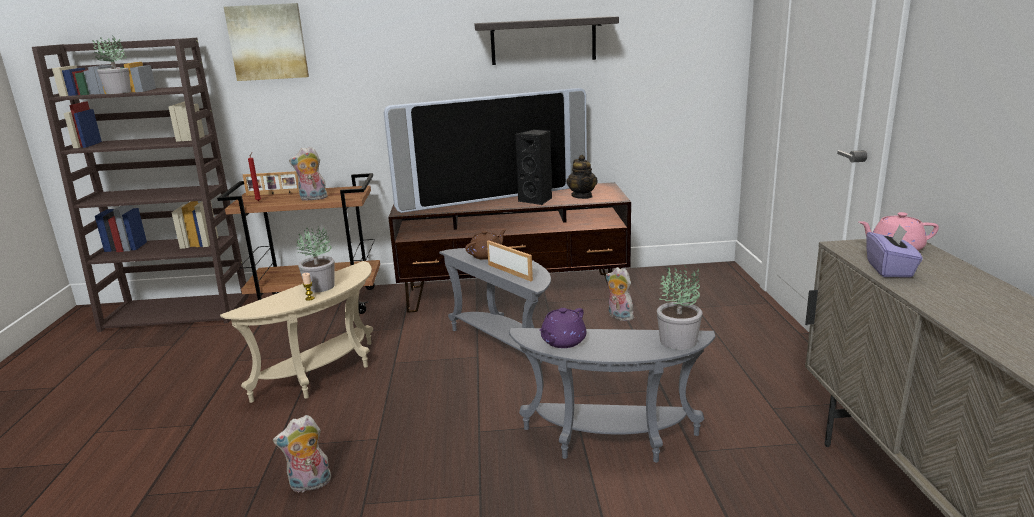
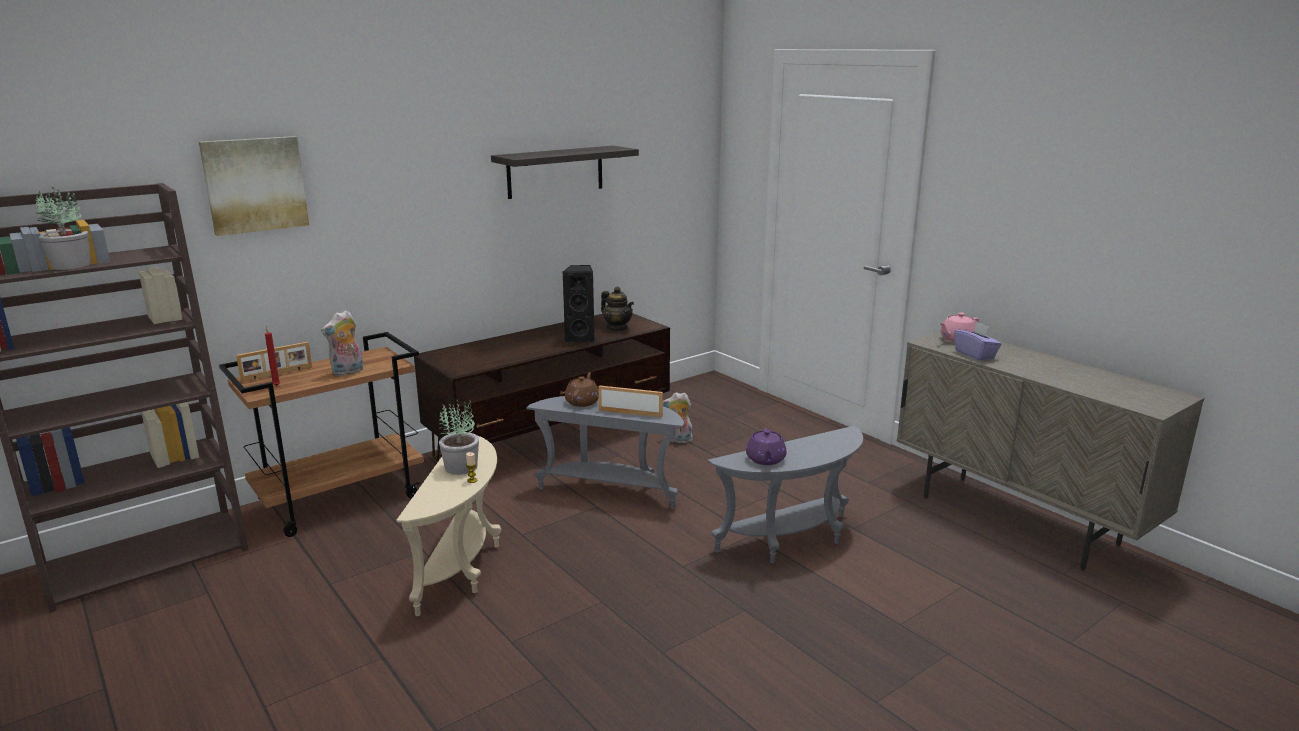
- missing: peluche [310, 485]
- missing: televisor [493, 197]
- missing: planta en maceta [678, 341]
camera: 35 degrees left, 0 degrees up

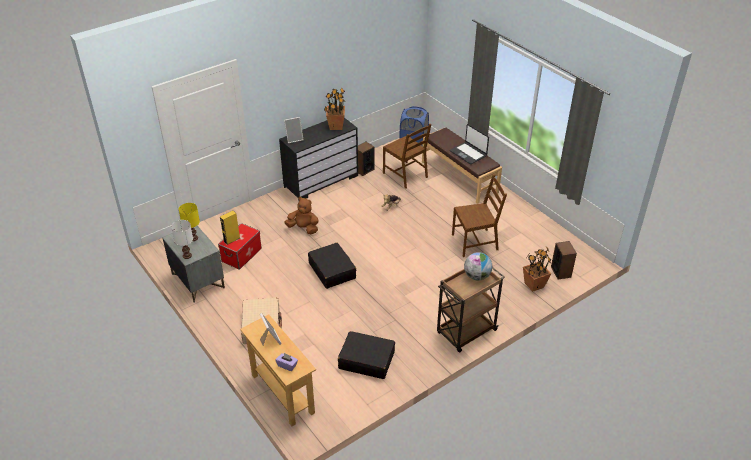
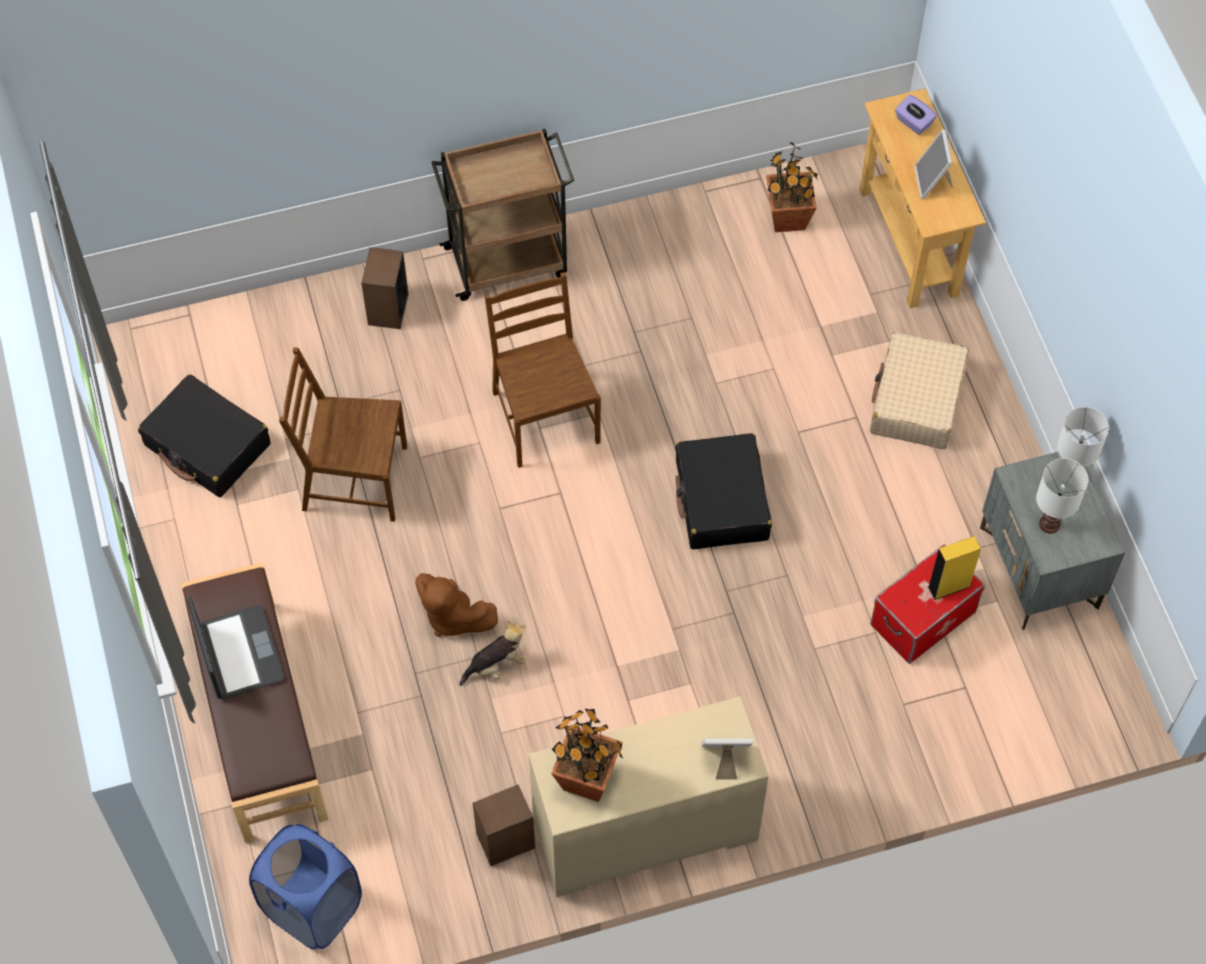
- missing: globo terráqueo [477, 276]
- relocated: peluche/marrón [303, 228] to [452, 616]
- relocated: maleta/negro [366, 360] to [207, 445]
- relocated: silla/marrón [406, 175] to [544, 417]
- relocated: planta en maceta [533, 285] to [788, 219]
- relocated: altavoz [561, 272] to [387, 309]
- colour: lámpara de mesa/amarillo [194, 238] to lámpara de mesa/blanco [1049, 523]
- colour: cómoda/negro [321, 181] to cómoda/beis [645, 832]
camera: 160 degrees left, 20 degrees up

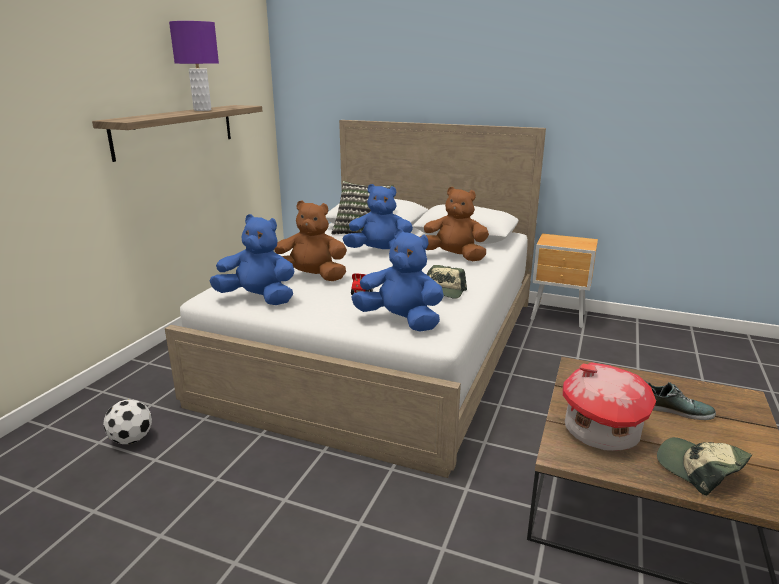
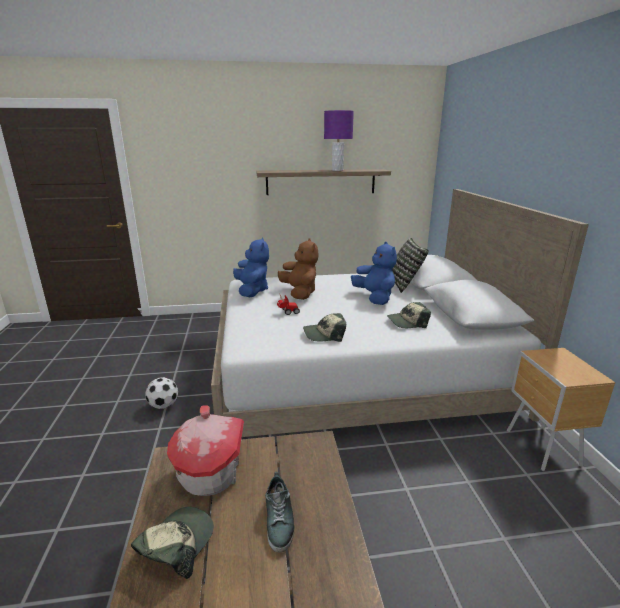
- missing: peluche/azul [400, 321]
- relocated: balón de fútbol [131, 439] to [164, 405]
- exchanged: peluche/marrón [454, 257] to gorra [407, 322]
camera: 60 degrees right, 0 degrees up

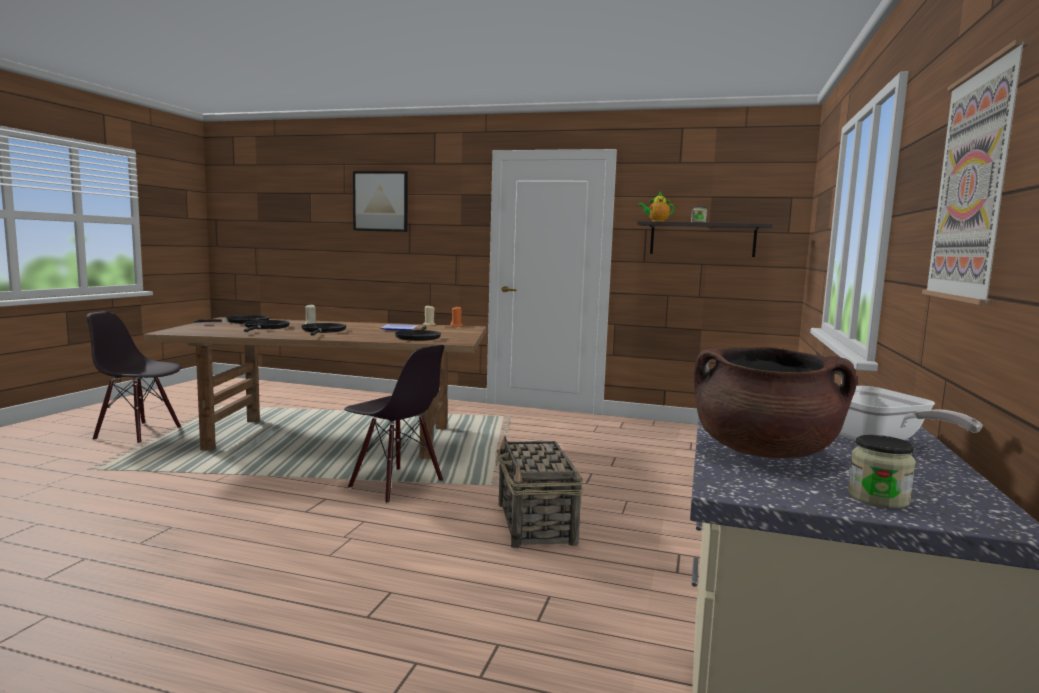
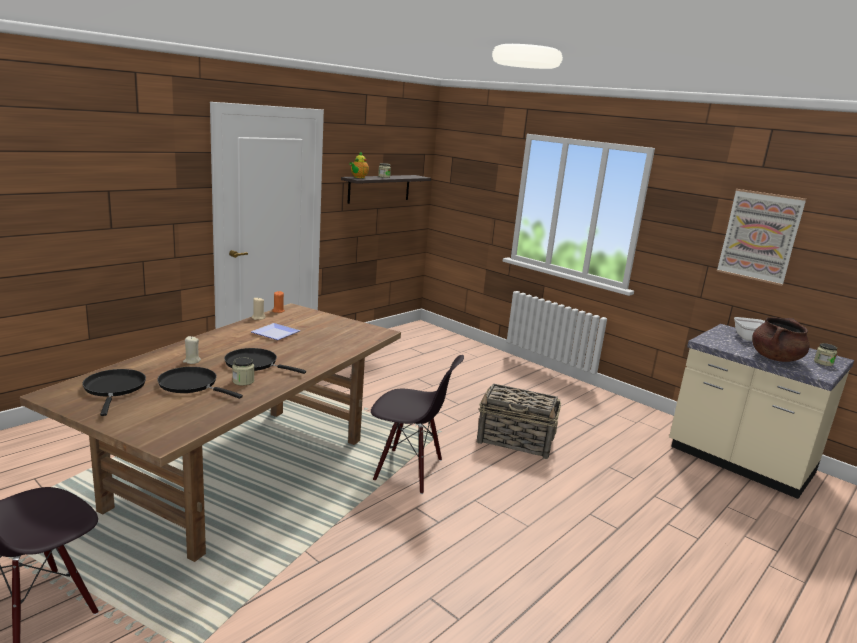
- missing: cuadro [380, 201]
- missing: sartén/negro [418, 338]
- appeared: tarro [243, 381]
- spun: silla/negro [395, 485] = [408, 470] 45 degrees clockwise
camera: 65 degrees left, 10 degrees up

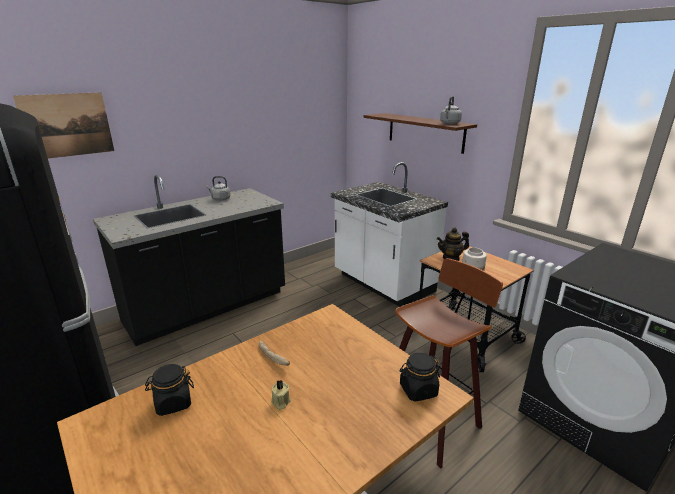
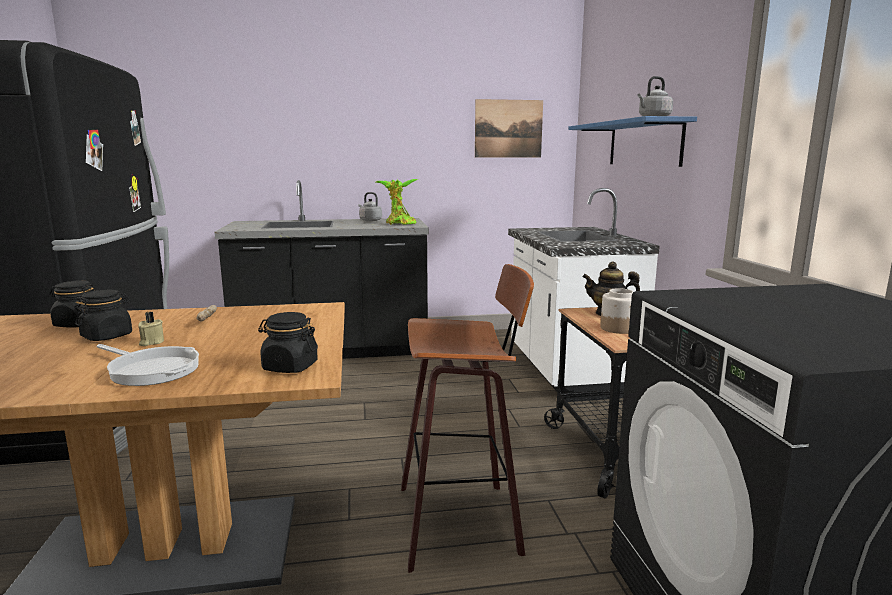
- appeared: tarro/negro [107, 336]
- appeared: sartén [151, 370]
- appeared: planta en maceta [399, 224]
- relocated: cuadro [67, 125] to [508, 128]
- colour: estante/marrón [425, 132] to estante/azul [644, 144]
camera: 30 degrees right, 10 degrees down

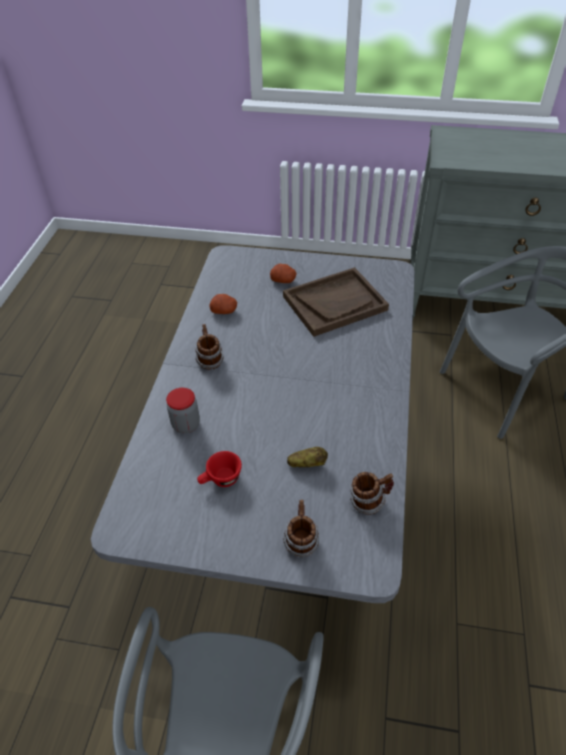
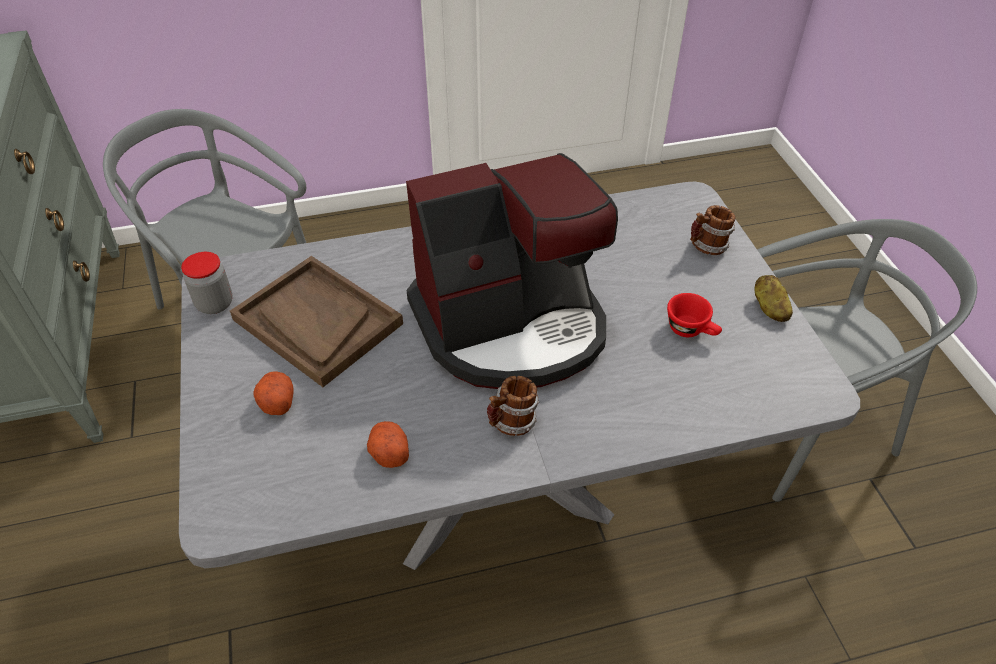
- missing: taza grande [369, 501]
- appeared: cafetera [512, 326]
- relocated: tarro [186, 424] to [215, 304]
- relocated: patata [307, 464] to [769, 308]
camera: 115 degrees left, 0 degrees up

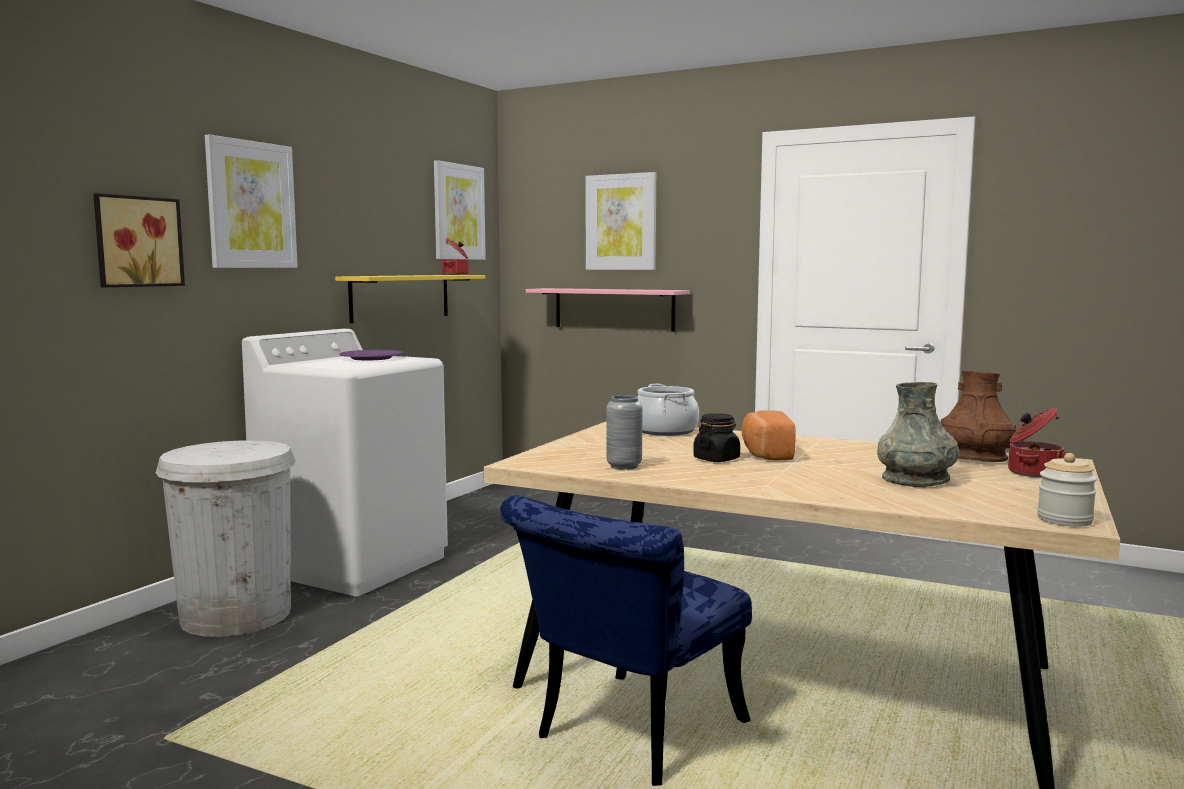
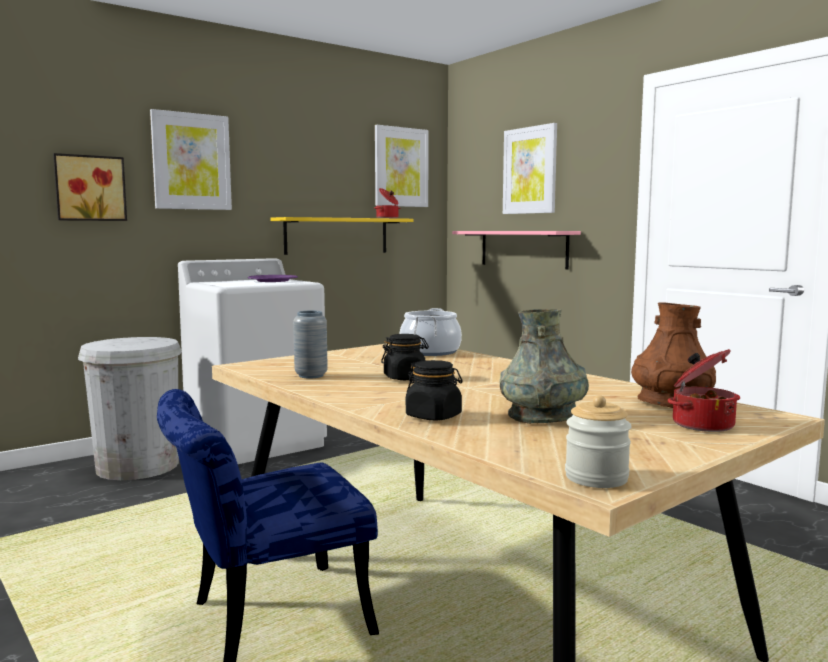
- missing: pan [765, 454]
- appeared: tarro/negro [434, 416]
camera: 25 degrees right, 0 degrees up

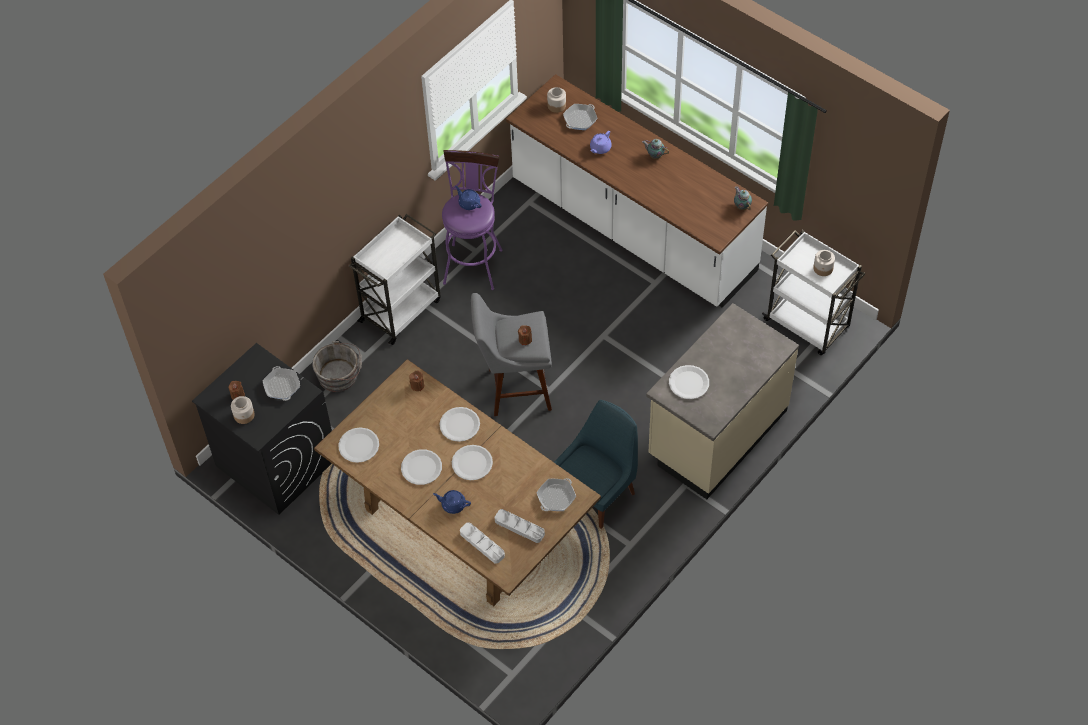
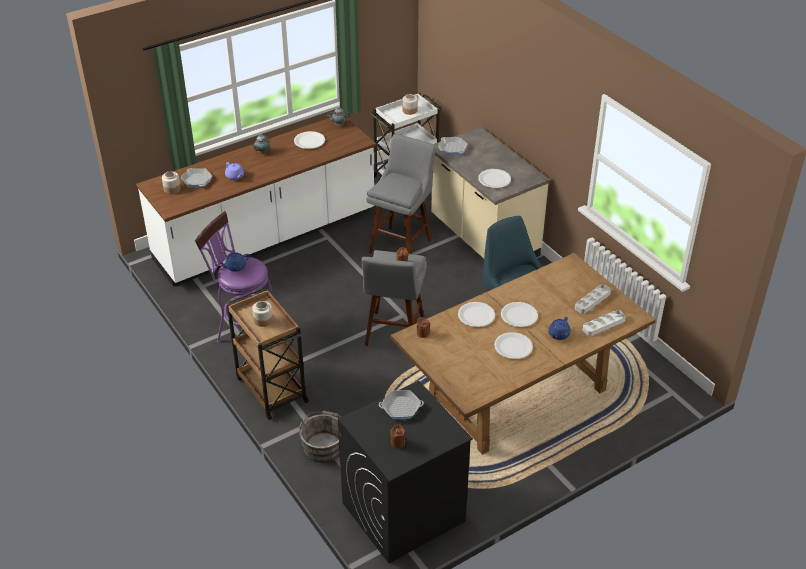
- appeared: taburete/gris [402, 244]
- relocated: tarro [244, 415] to [263, 320]
- relocated: plato/blanco [358, 445] to [309, 141]
- relocated: sartén [556, 497] to [452, 148]
- colour: carrito/blanco [401, 309] to carrito/marrón [271, 389]
camera: 75 degrees left, 15 degrees down

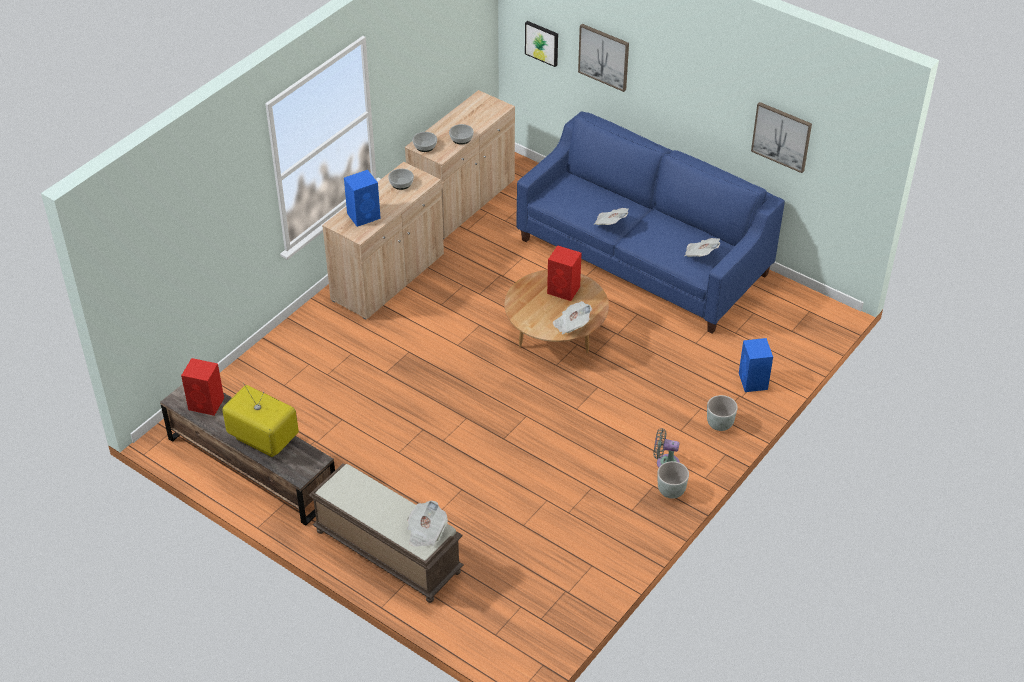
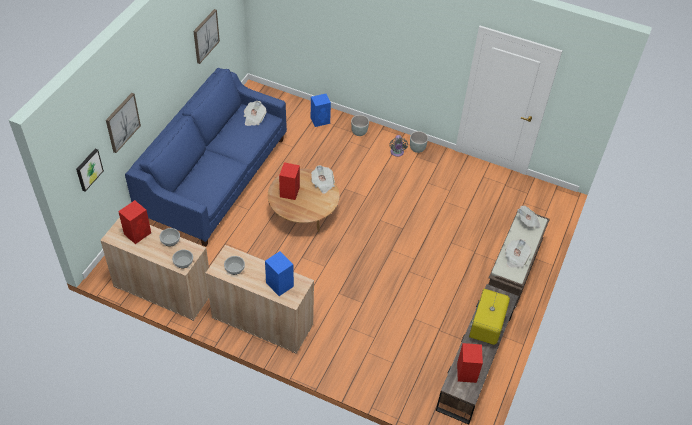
- appeared: altavoz/rojo [138, 233]
- relocated: periódico [610, 223] to [515, 258]
camera: 105 degrees left, 5 degrees up

